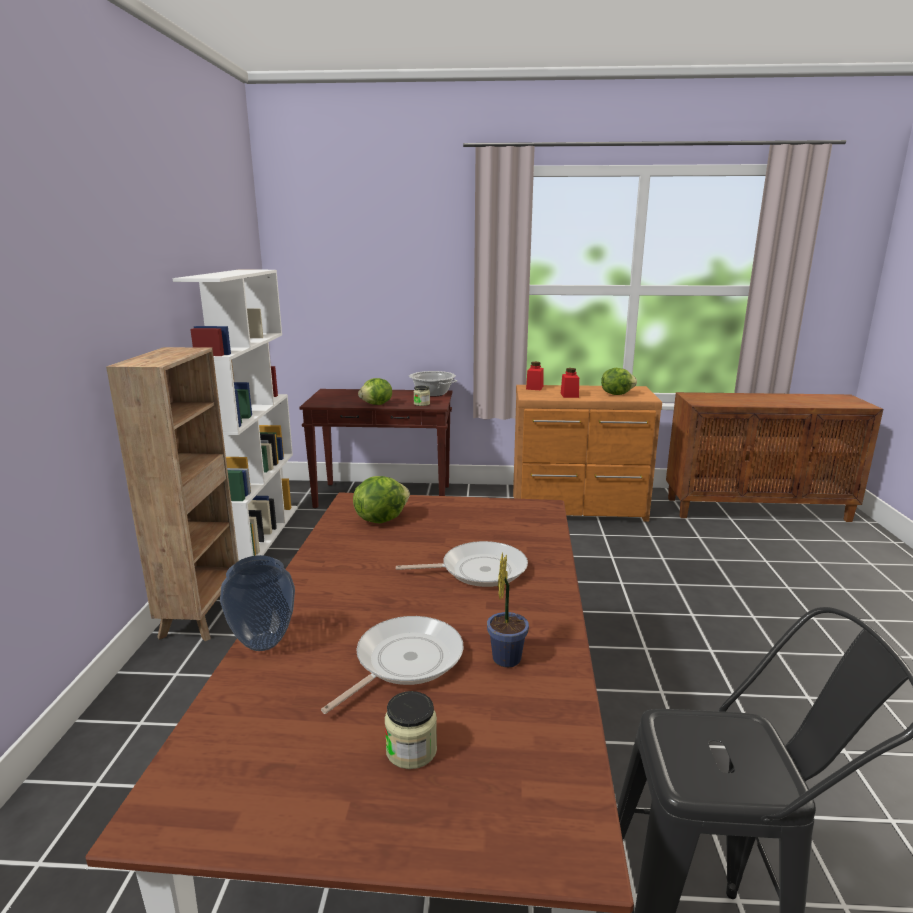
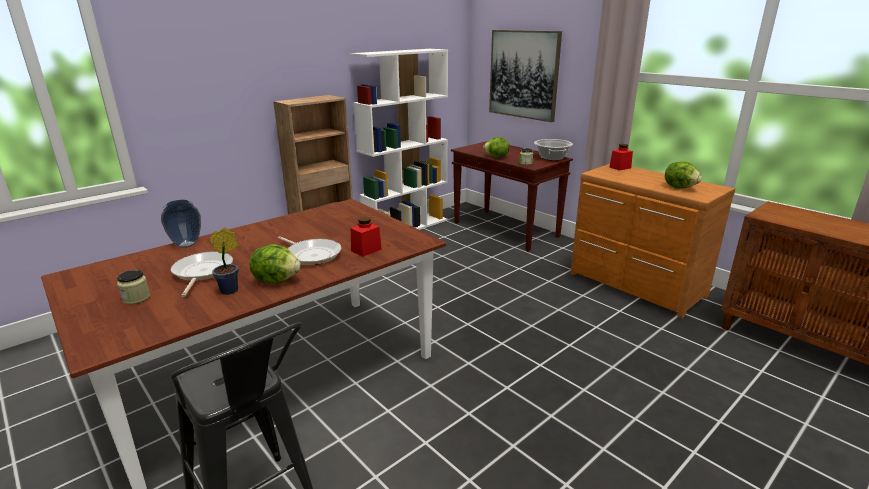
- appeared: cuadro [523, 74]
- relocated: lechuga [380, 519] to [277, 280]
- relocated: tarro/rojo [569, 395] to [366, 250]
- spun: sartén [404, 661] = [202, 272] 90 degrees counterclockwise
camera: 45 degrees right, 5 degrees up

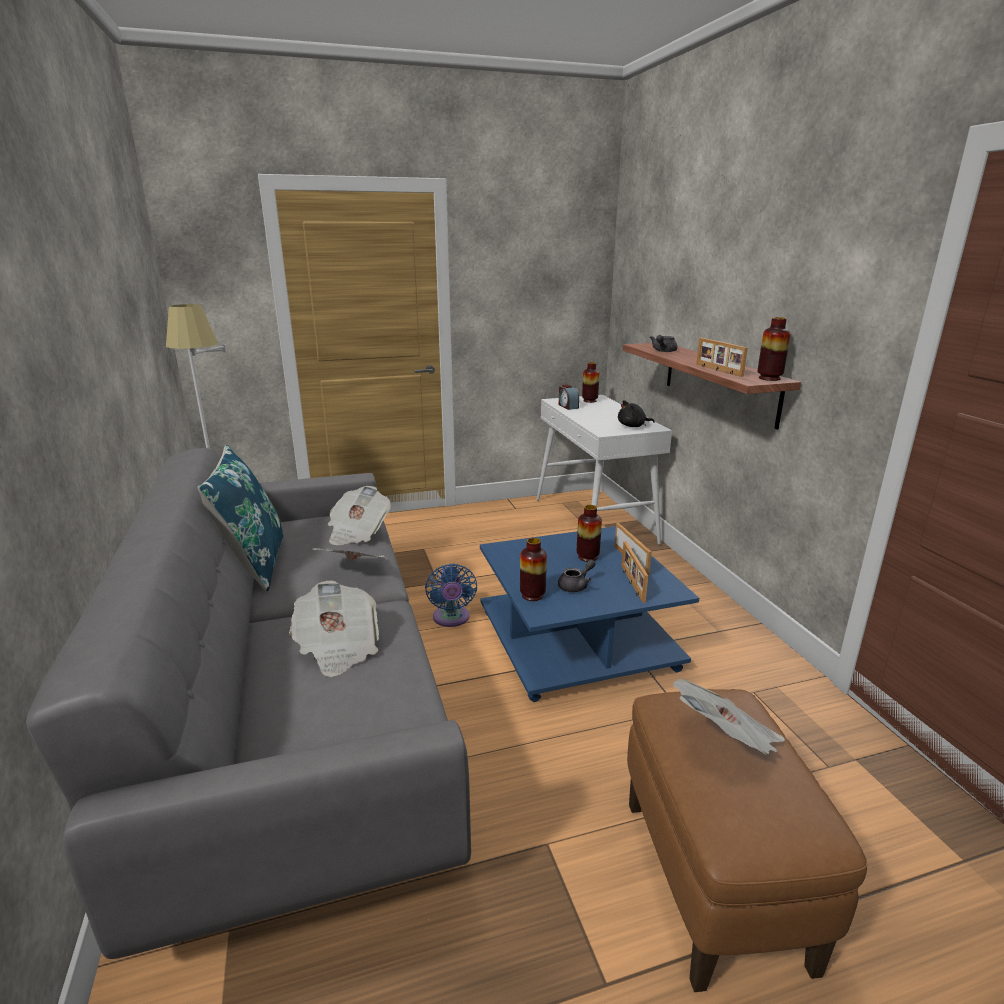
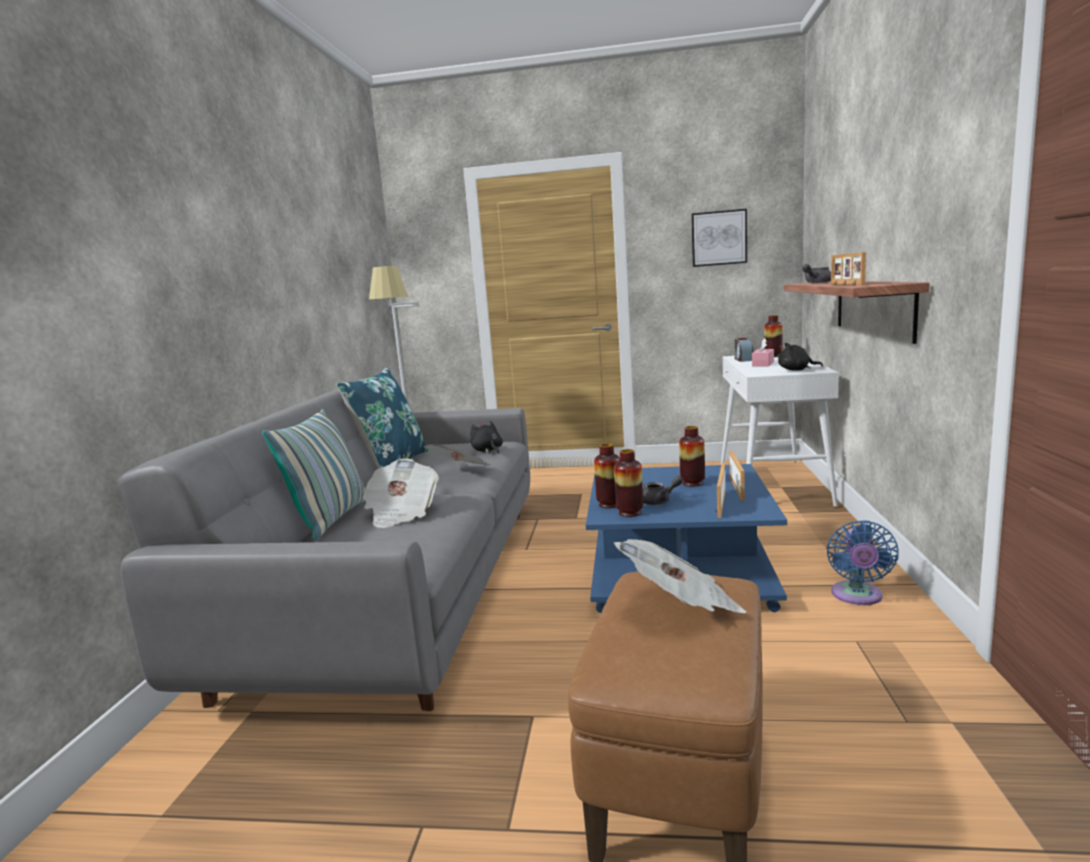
- appeared: cojín [330, 519]
- appeared: cuadro [719, 238]
- appeared: caja de pañuelos/rosa [763, 364]
- relocated: ventilador/azul [451, 619] to [857, 596]
- relocated: florero [769, 378] to [630, 513]
- exchanged: periódico [357, 532] to peluche/negro [487, 451]
camera: 25 degrees right, 10 degrees down

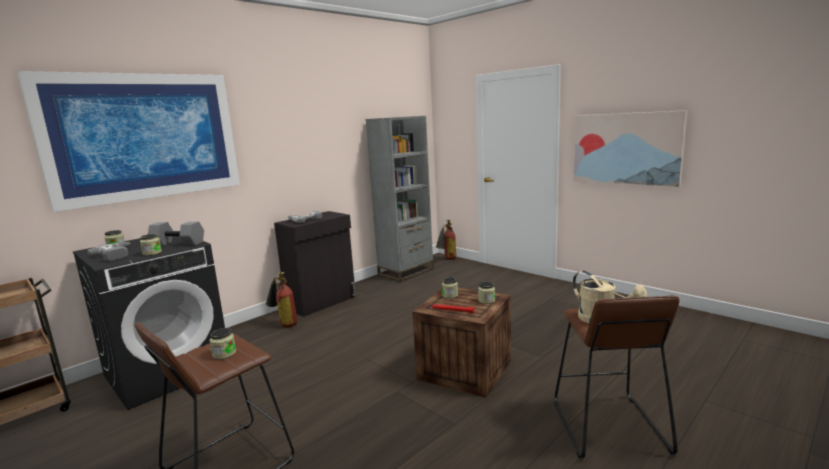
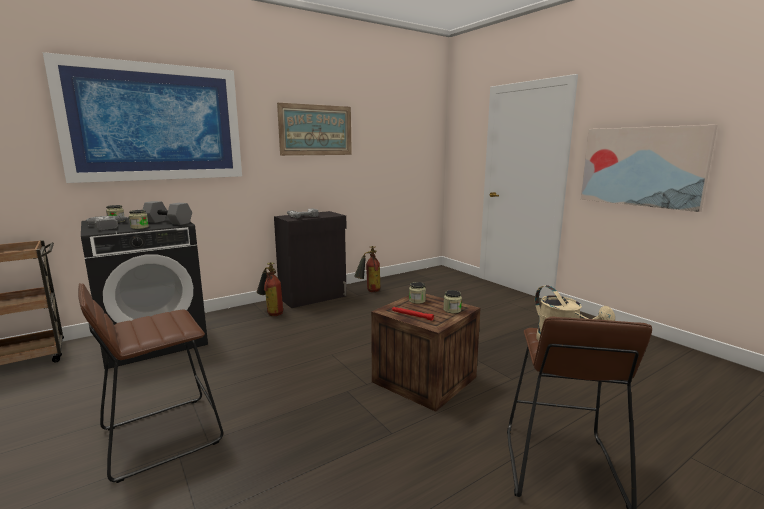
- missing: tarro [224, 353]
- missing: estantería/gris [406, 271]
- appeared: cuadro [316, 130]
- relocated: extintor [447, 259] to [368, 291]
camera: 10 degrees right, 0 degrees up

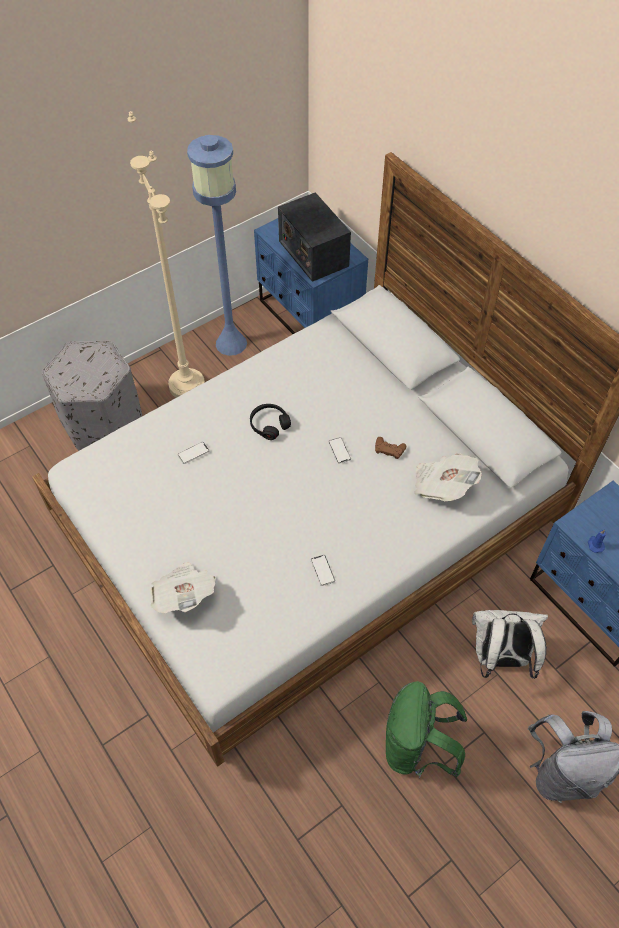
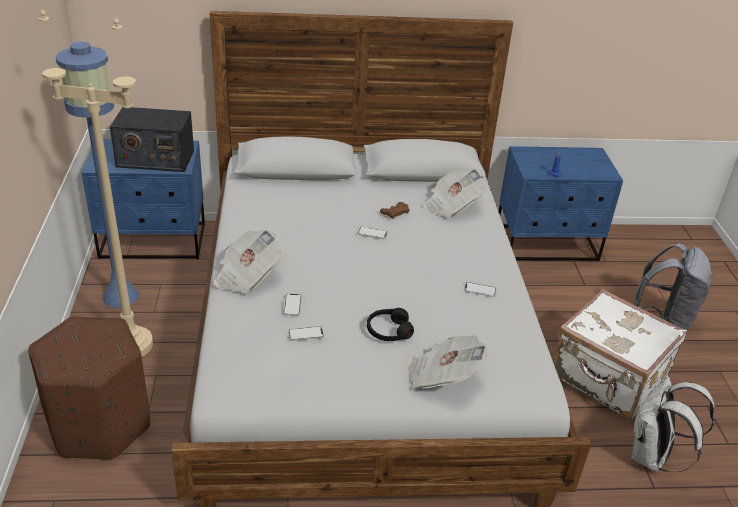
- appeared: periódico [246, 276]
- appeared: móvil [306, 334]
- relocated: auriculares/negro [269, 424] to [388, 331]
- relocated: mochila/blanco [499, 658] to [652, 457]
- exchanged: mochila/verde [417, 747] to maleta/blanco [608, 379]
- colour: puf/gris [103, 423] to puf/marrón [100, 424]
camera: 60 degrees left, 20 degrees down

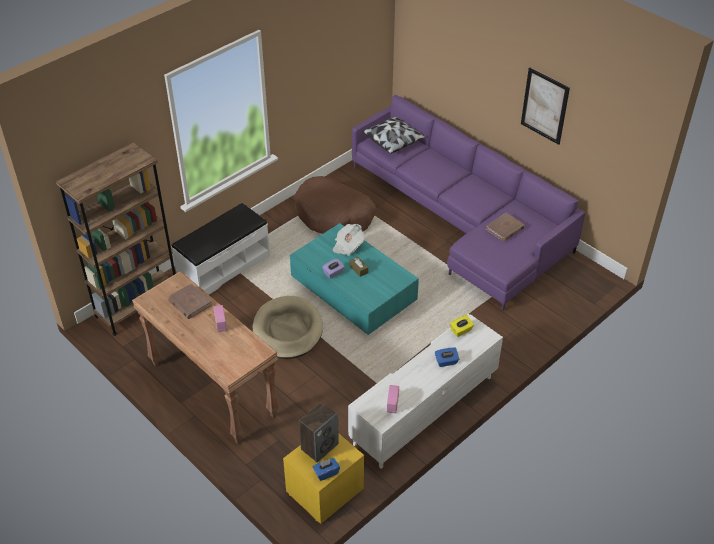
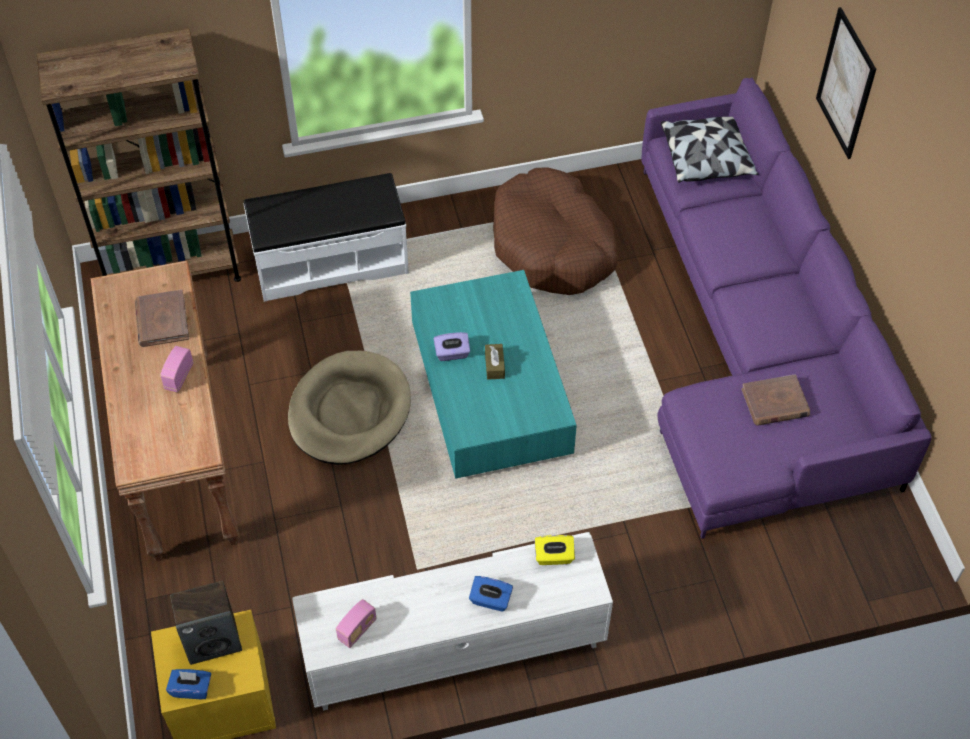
- missing: periódico [347, 246]
- relocated: cuadro [544, 106] to [846, 84]
camera: 30 degrees right, 10 degrees up

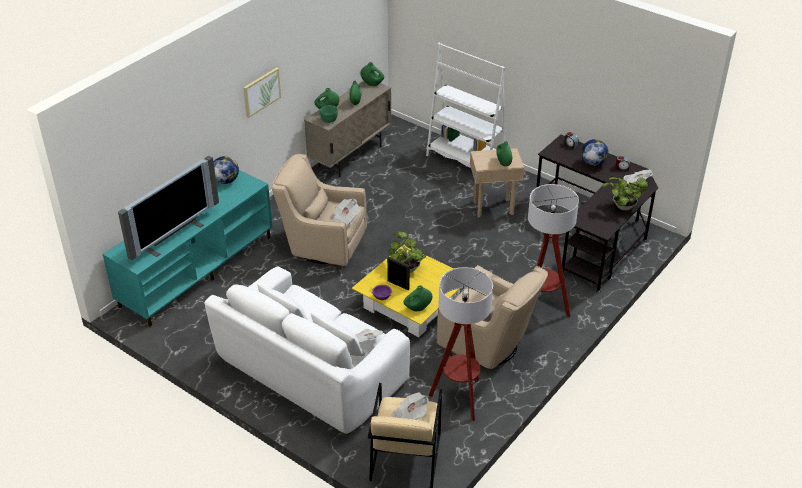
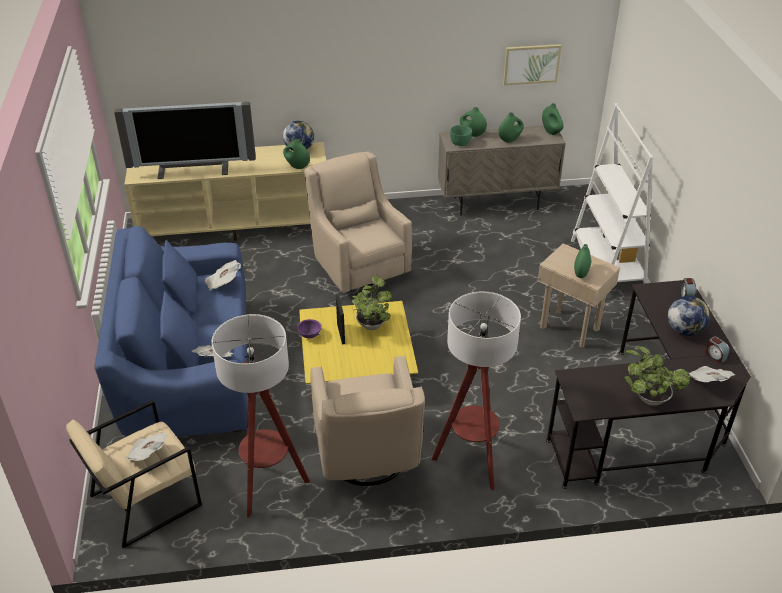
- relocated: cuadro [261, 92] to [531, 64]
- relocated: periódico [345, 219] to [223, 283]
- relocated: florero/verde [417, 308] to [297, 166]
- colour: mueble de televisión/turquesa [197, 271] to mueble de televisión/beis [236, 226]
- colour: sofá/blanco [311, 374] to sofá/azul [188, 367]
camera: 45 degrees right, 0 degrees up

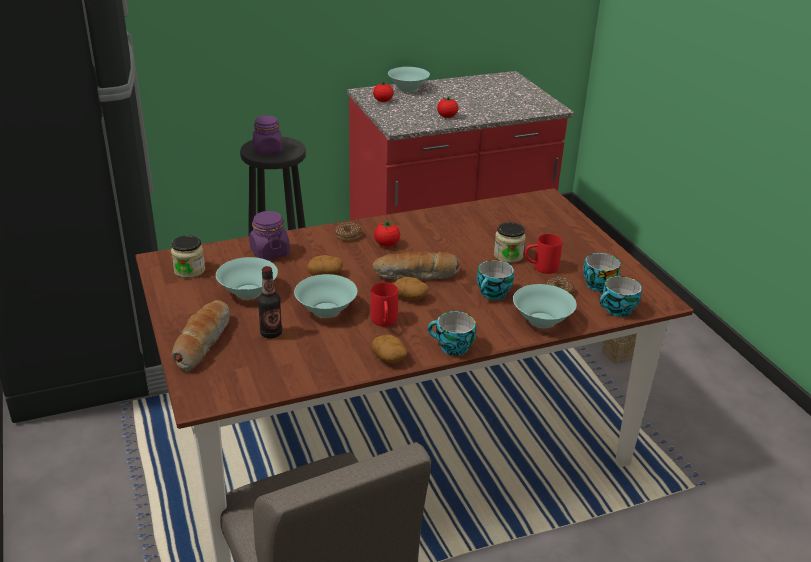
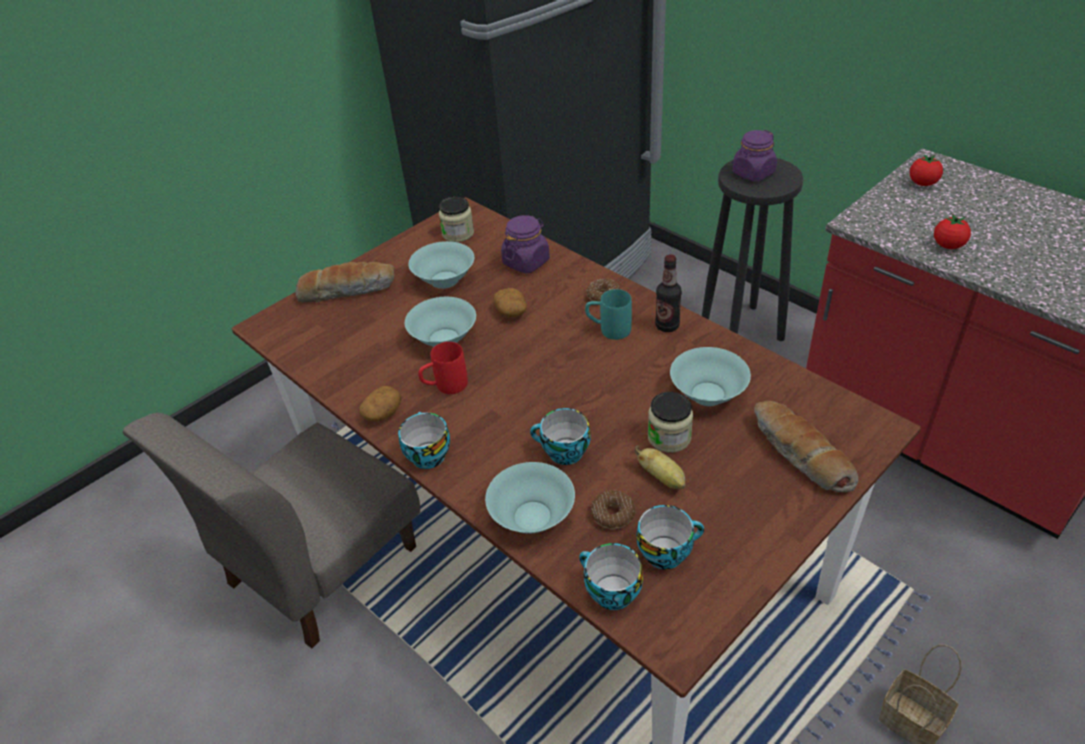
- missing: patata [410, 296]
- relocated: botella [271, 333] to [667, 326]
- relocated: pan [416, 275] to [799, 455]
- relocated: cuenco/turquesa [408, 89] to [707, 394]
- exchanged: tomate [387, 244] to taza grande/turquesa [608, 329]
- exchanged: taza grande/rojo [540, 268] to plátano [662, 478]
camera: 70 degrees right, 10 degrees up

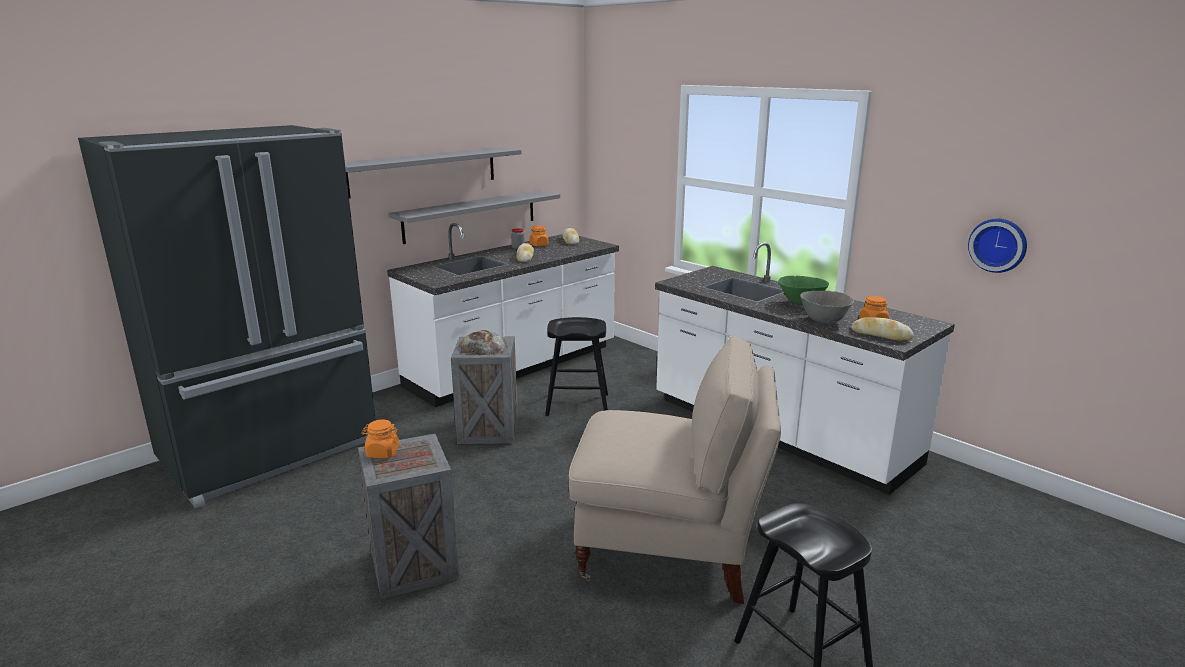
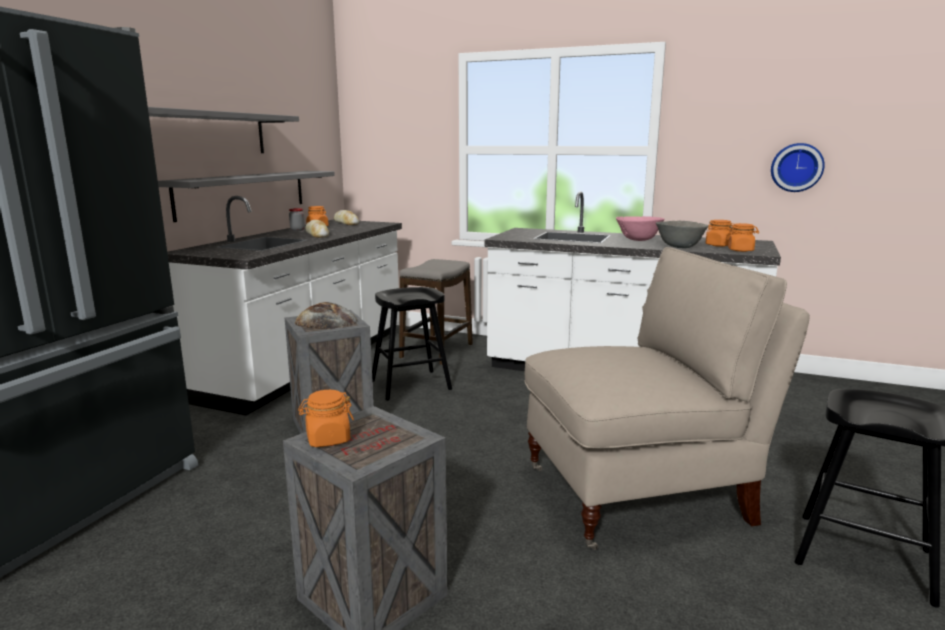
- appeared: taburete [437, 351]
- exchanged: pan [881, 335] to tarro/naranja [740, 250]
- colour: cuenco/verde [801, 303] to cuenco/rosa [638, 240]
camera: 25 degrees left, 5 degrees down

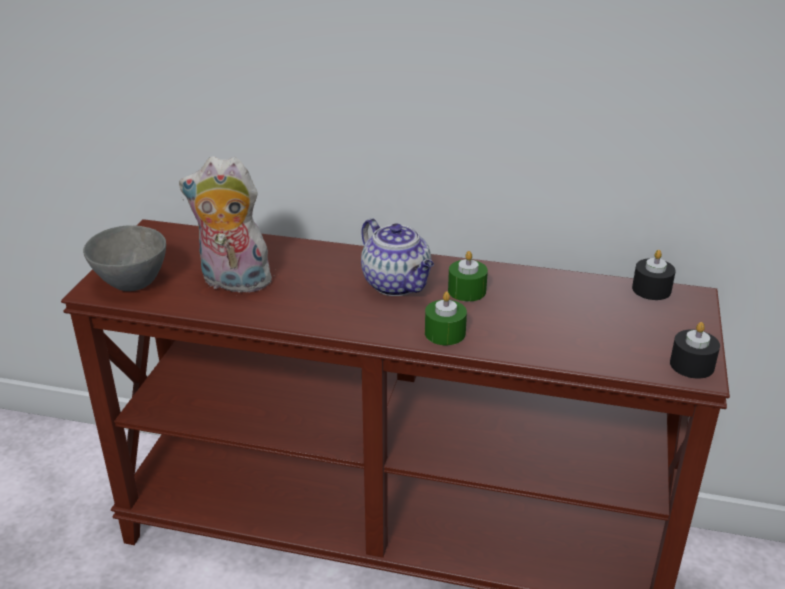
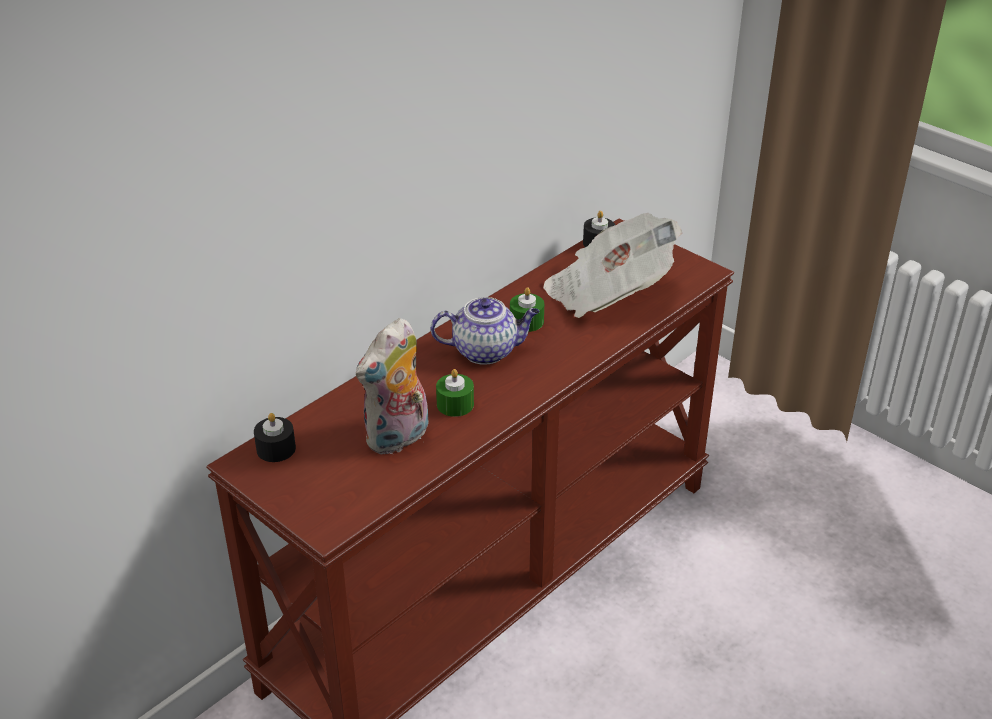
- missing: cuenco/gris [130, 284]
- appeared: periódico [608, 293]
- relocated: vela/verde [445, 333] to [455, 404]
- relocated: vela/negro [692, 365] to [276, 449]
camera: 60 degrees left, 5 degrees up

